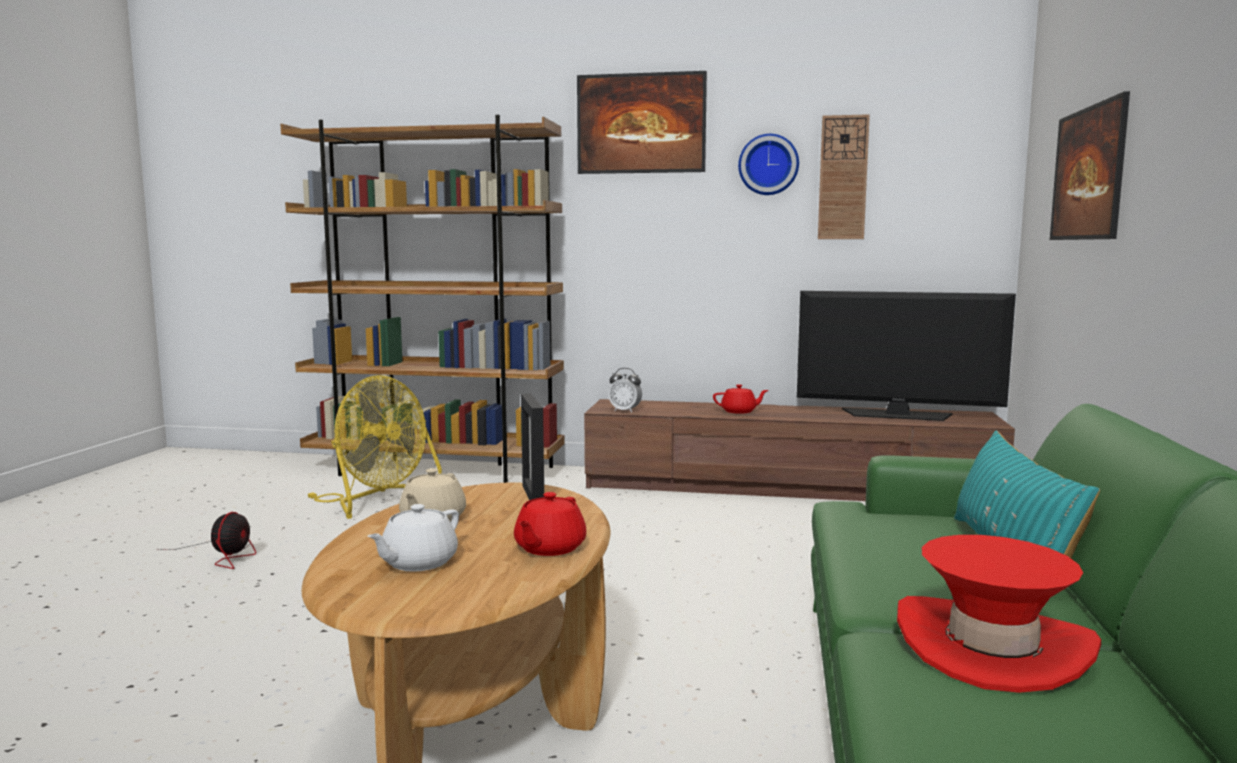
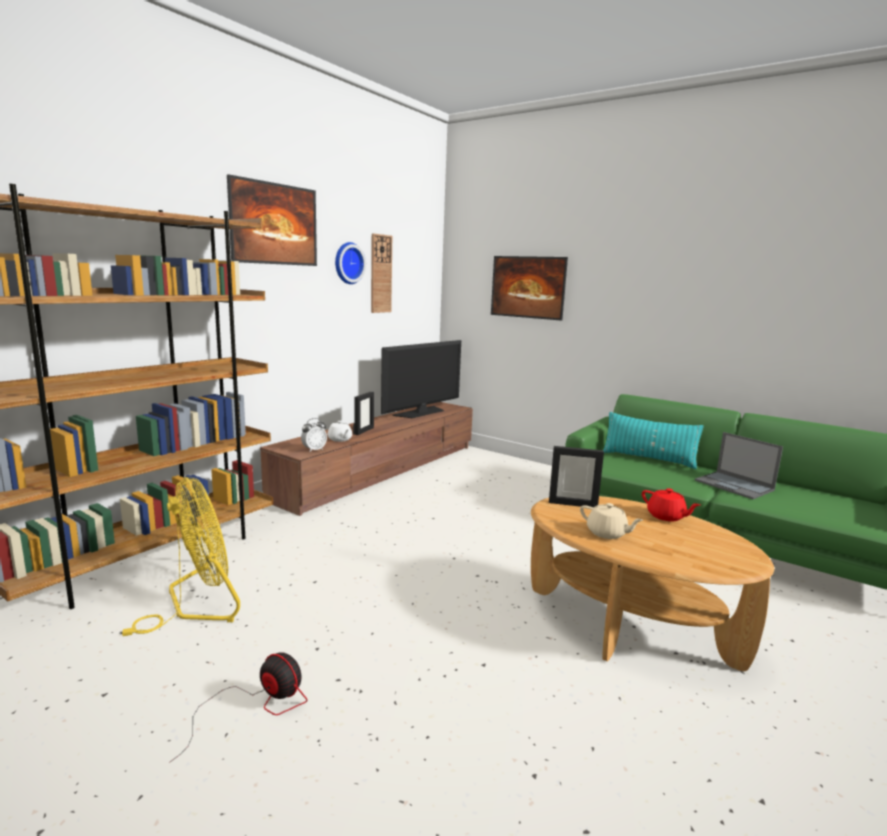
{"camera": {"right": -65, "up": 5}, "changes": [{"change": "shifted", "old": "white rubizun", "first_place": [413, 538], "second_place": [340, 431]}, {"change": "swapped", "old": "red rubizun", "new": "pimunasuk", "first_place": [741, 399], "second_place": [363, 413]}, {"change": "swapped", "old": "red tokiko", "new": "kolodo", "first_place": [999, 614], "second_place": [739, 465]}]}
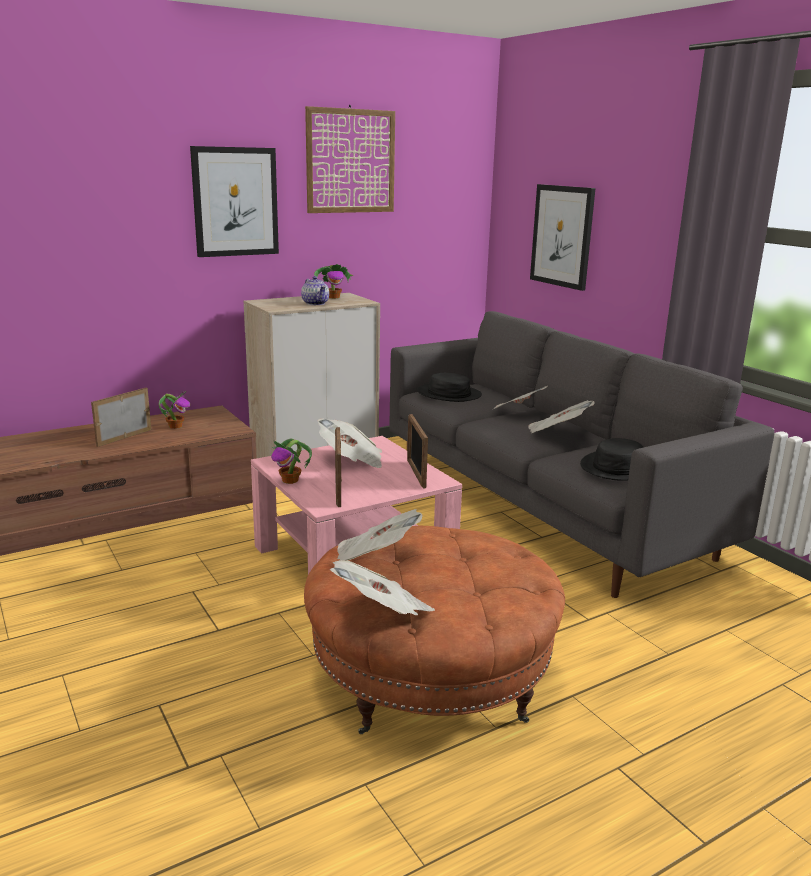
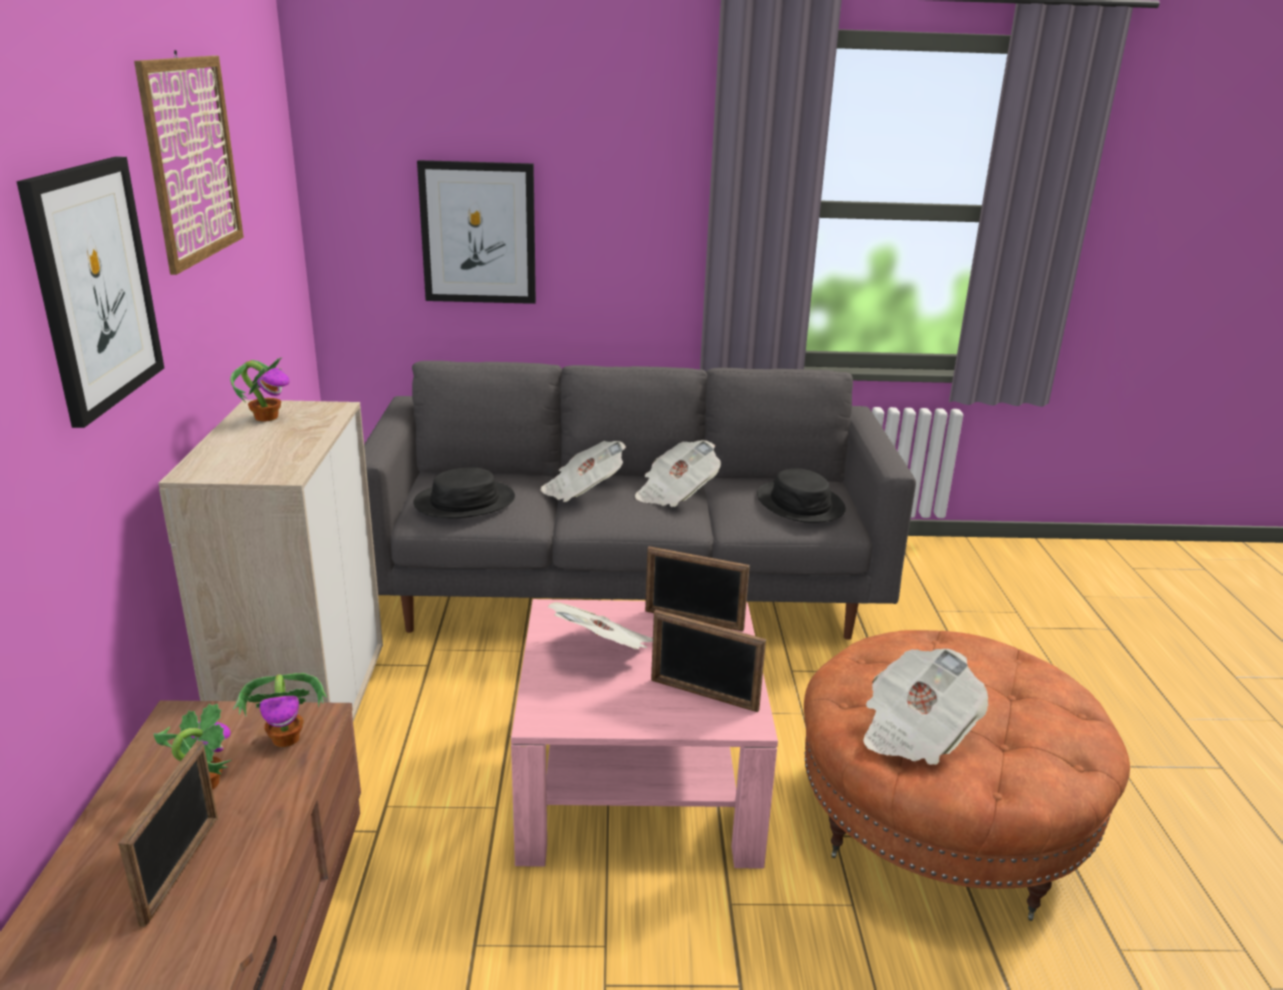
{"camera": {"right": -60, "up": 5}, "changes": [{"change": "rotated", "old": "pimunasuk", "first_place": [121, 417], "second_place": [168, 834], "degrees": -150}, {"change": "shifted", "old": "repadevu", "first_place": [291, 461], "second_place": [280, 710]}, {"change": "gone", "old": "rubizun", "first_place": [315, 290]}, {"change": "gone", "old": "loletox", "first_place": [382, 587]}]}
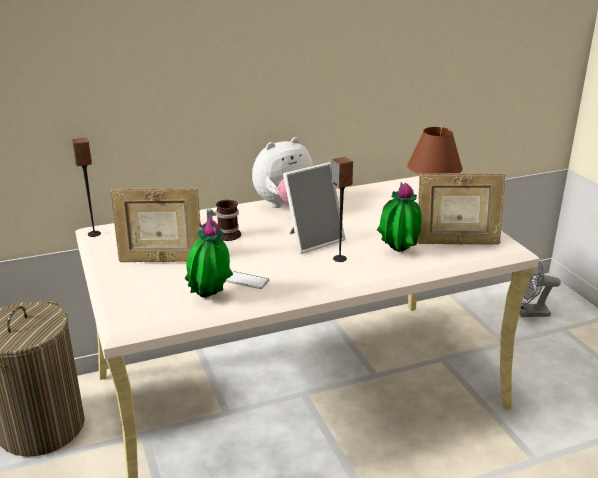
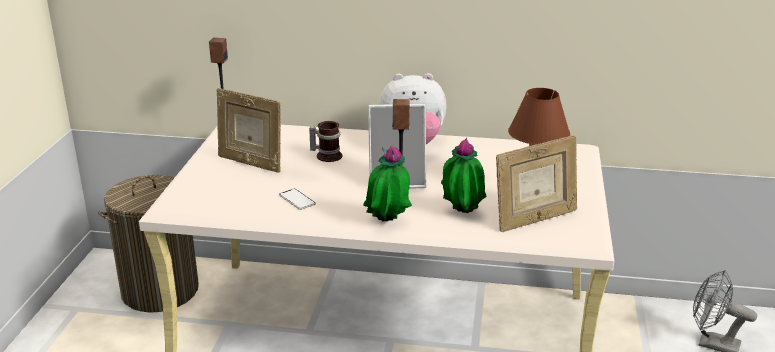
{"camera": {"right": 30, "up": 0}, "changes": [{"change": "shifted", "old": "repadevu", "first_place": [209, 258], "second_place": [387, 184]}, {"change": "rotated", "old": "pimunasuk", "first_place": [461, 209], "second_place": [536, 183], "degrees": -60}]}
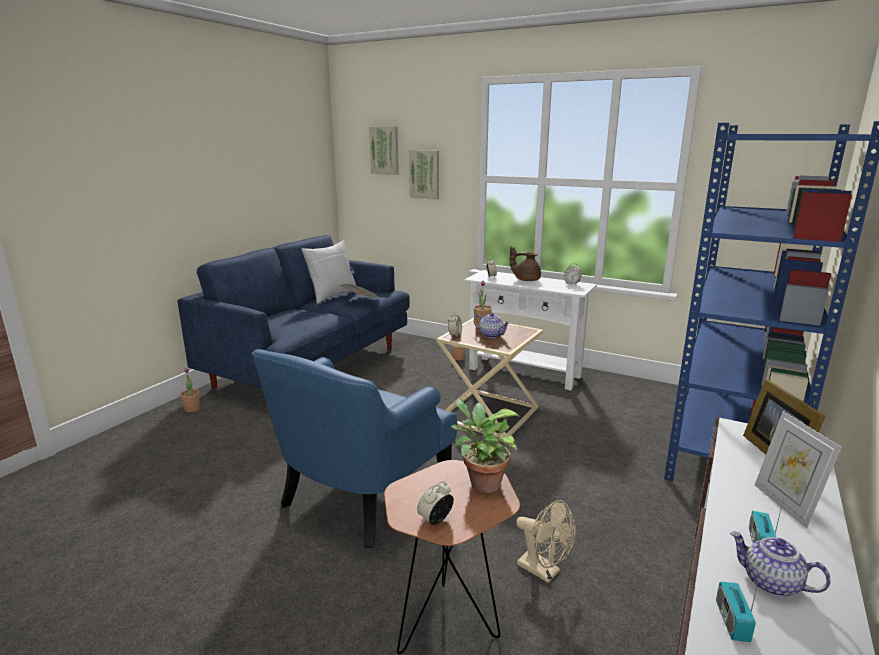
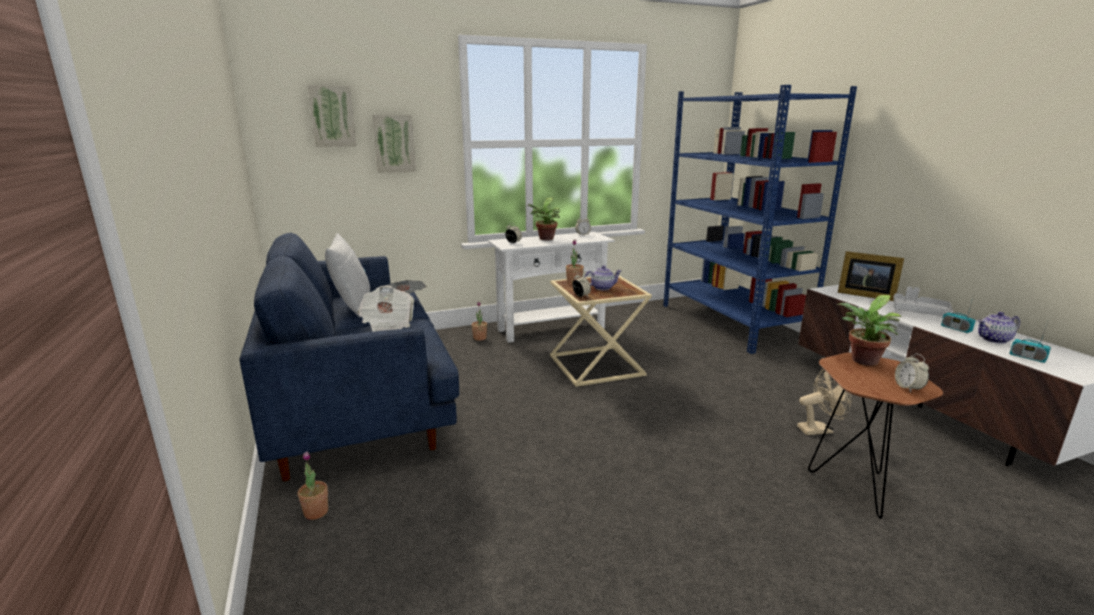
{"camera": {"right": -50, "up": 0}, "changes": [{"change": "new", "new": "loletox", "second_place": [386, 309]}, {"change": "swapped", "old": "brown rubizun", "new": "repadevu", "first_place": [525, 263], "second_place": [544, 219]}, {"change": "swapped", "old": "pimunasuk", "new": "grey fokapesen", "first_place": [798, 469], "second_place": [923, 301]}, {"change": "gone", "old": "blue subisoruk", "first_place": [354, 448]}]}
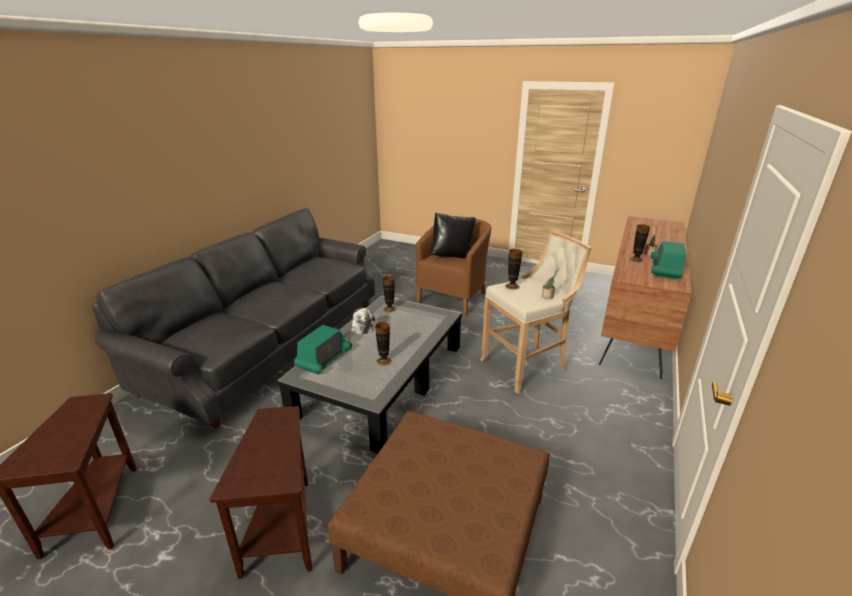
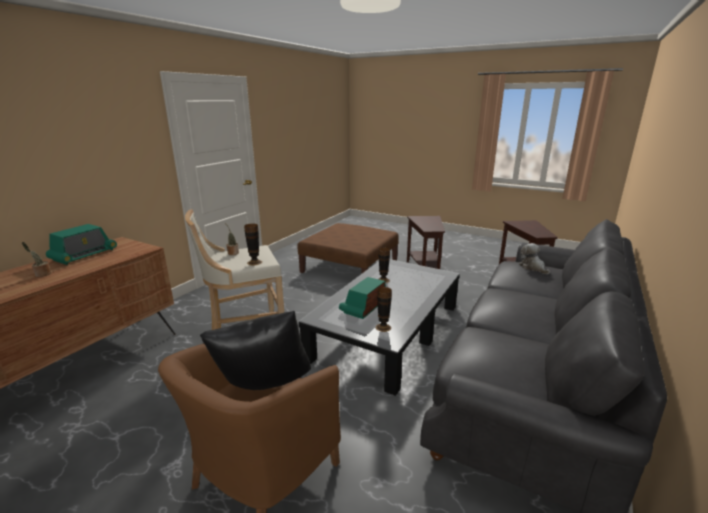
{"camera": {"right": -175, "up": -5}, "changes": [{"change": "shifted", "old": "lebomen", "first_place": [323, 350], "second_place": [362, 298]}, {"change": "shifted", "old": "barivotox", "first_place": [363, 321], "second_place": [534, 258]}, {"change": "gone", "old": "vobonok", "first_place": [639, 243]}]}
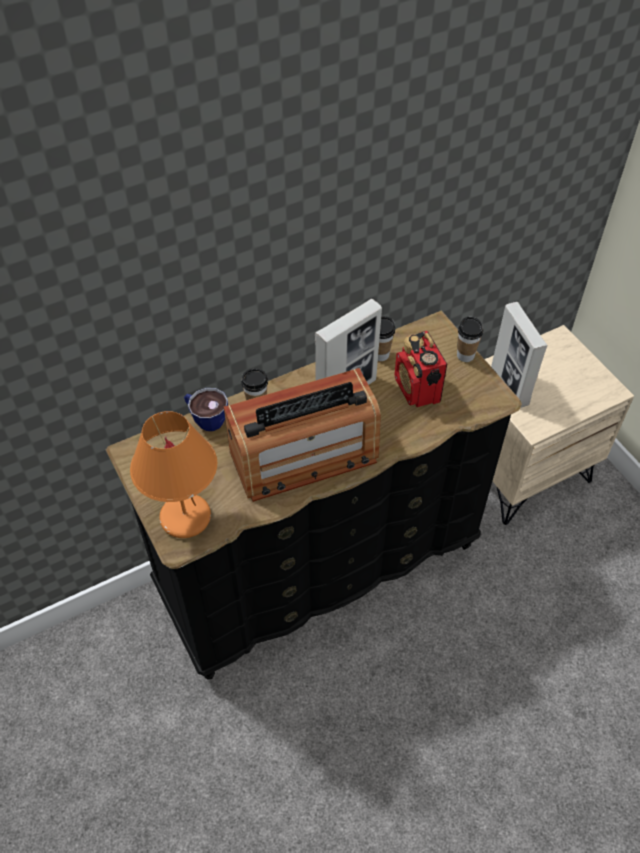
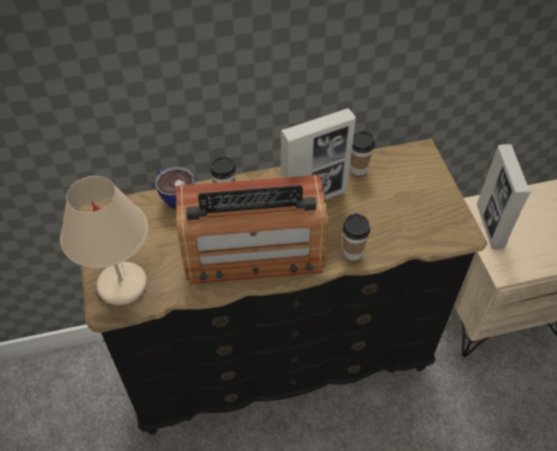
{"camera": {"right": 15, "up": 0}, "changes": [{"change": "repainted", "old": "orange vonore", "new": "beige vonore", "first_place": [173, 474], "second_place": [104, 240]}, {"change": "shifted", "old": "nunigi", "first_place": [470, 339], "second_place": [356, 236]}, {"change": "gone", "old": "lebomen", "first_place": [421, 369]}]}
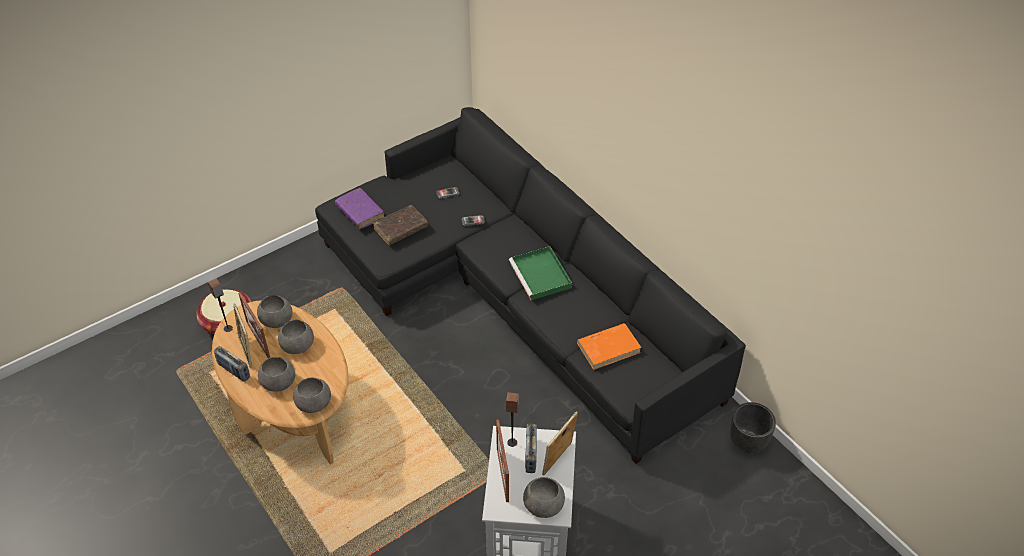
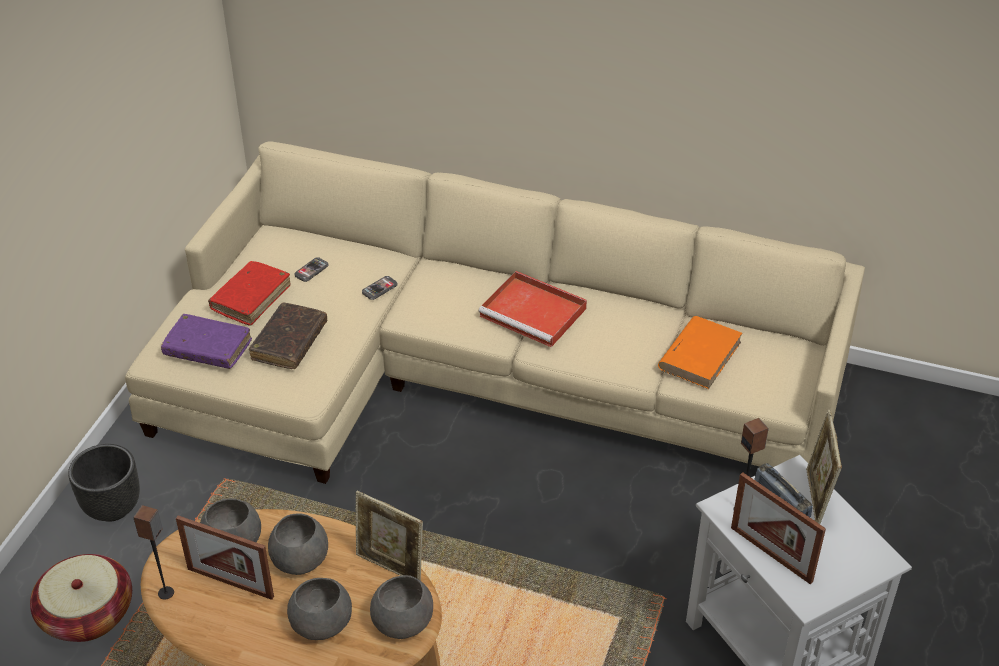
{"camera": {"right": -35, "up": -5}, "changes": [{"change": "shifted", "old": "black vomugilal", "first_place": [753, 427], "second_place": [104, 483]}, {"change": "repainted", "old": "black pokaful", "new": "beige pokaful", "first_place": [530, 285], "second_place": [495, 312]}, {"change": "new", "new": "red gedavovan", "second_place": [249, 293]}, {"change": "shifted", "old": "pimunasuk", "first_place": [242, 335], "second_place": [389, 535]}, {"change": "repainted", "old": "green fokapesen", "new": "red fokapesen", "first_place": [540, 273], "second_place": [532, 309]}, {"change": "gone", "old": "lebomen", "first_place": [232, 364]}, {"change": "gone", "old": "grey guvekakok", "first_place": [544, 497]}]}
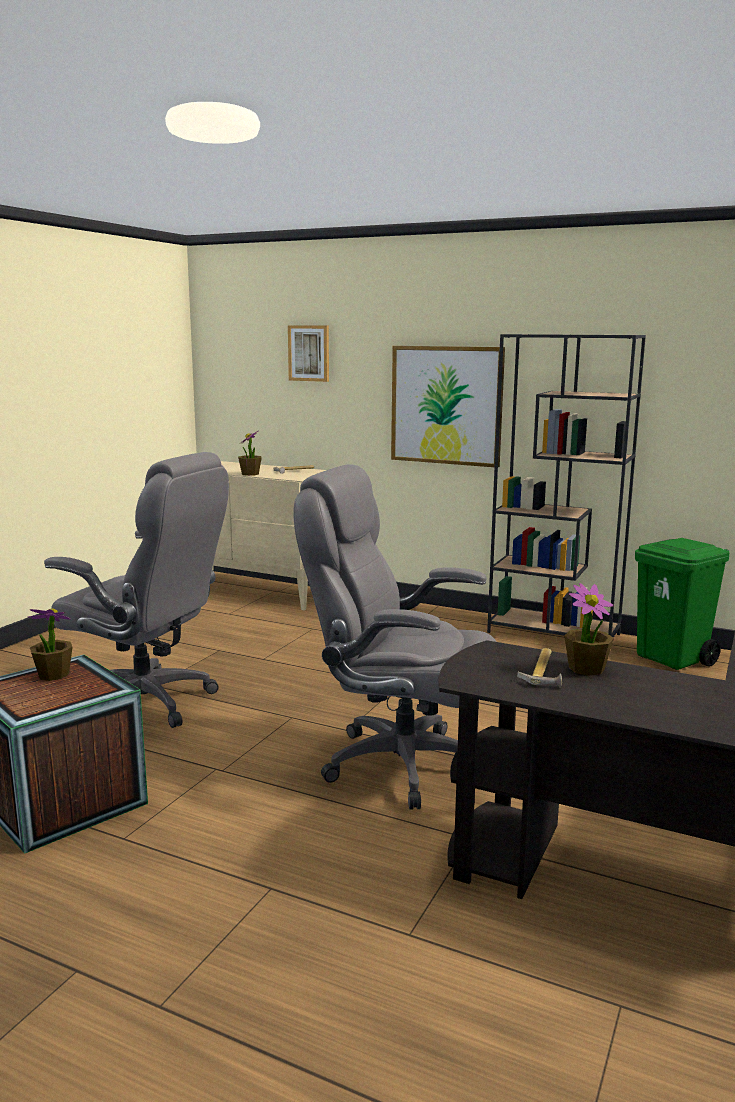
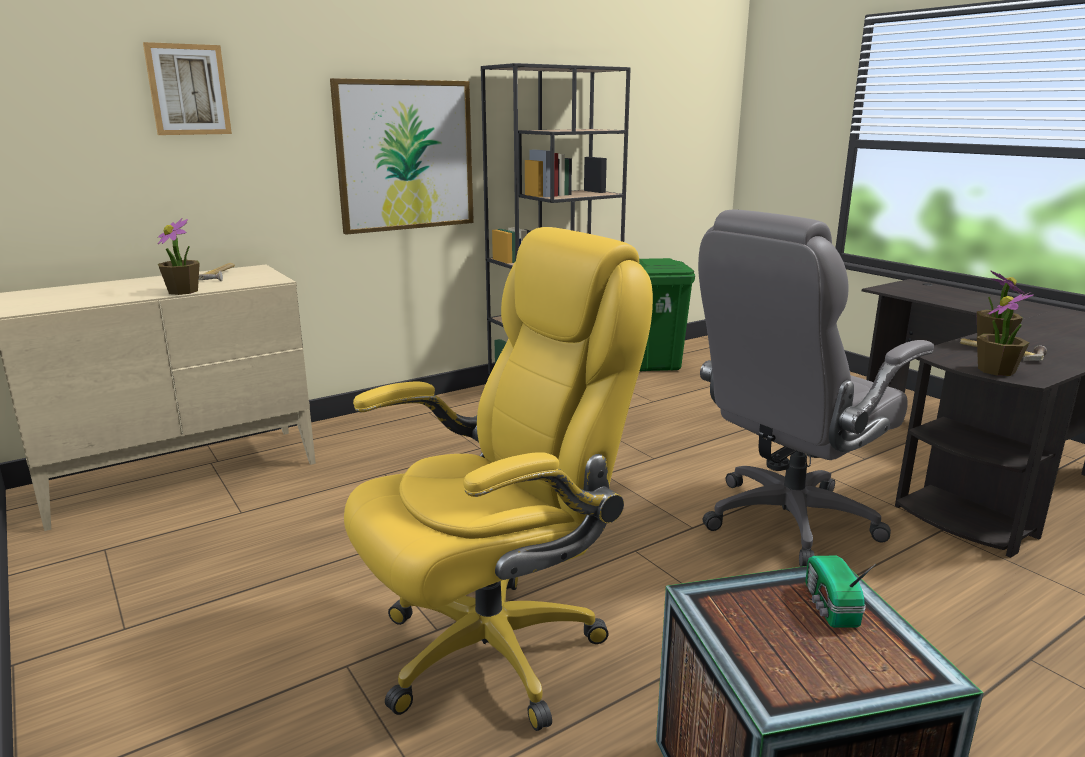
{"camera": {"right": -60, "up": 5}, "changes": [{"change": "repainted", "old": "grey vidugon", "new": "yellow vidugon", "first_place": [136, 590], "second_place": [498, 479]}, {"change": "new", "new": "lebomen", "second_place": [840, 592]}, {"change": "shifted", "old": "repadevu", "first_place": [50, 644], "second_place": [1005, 334]}]}
